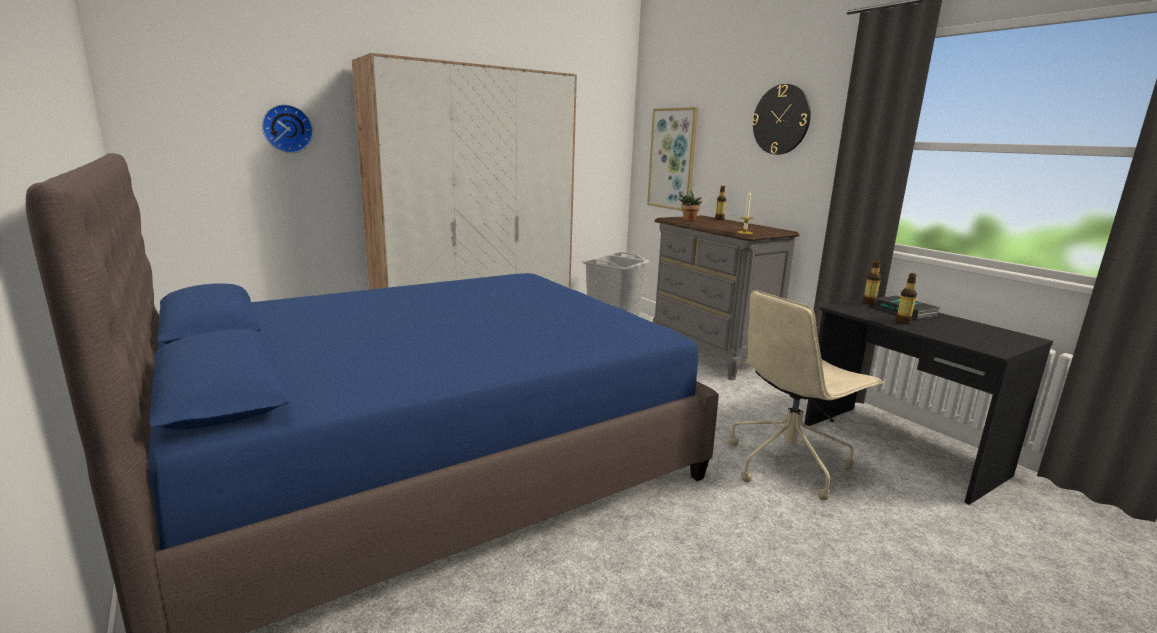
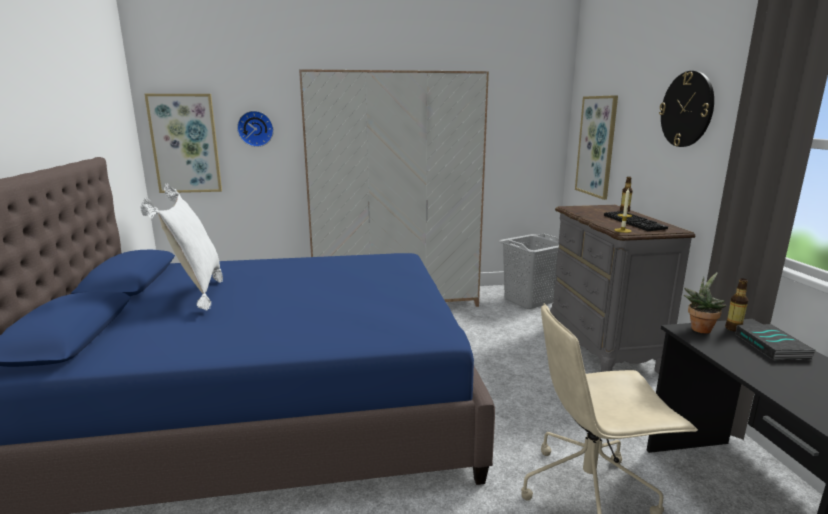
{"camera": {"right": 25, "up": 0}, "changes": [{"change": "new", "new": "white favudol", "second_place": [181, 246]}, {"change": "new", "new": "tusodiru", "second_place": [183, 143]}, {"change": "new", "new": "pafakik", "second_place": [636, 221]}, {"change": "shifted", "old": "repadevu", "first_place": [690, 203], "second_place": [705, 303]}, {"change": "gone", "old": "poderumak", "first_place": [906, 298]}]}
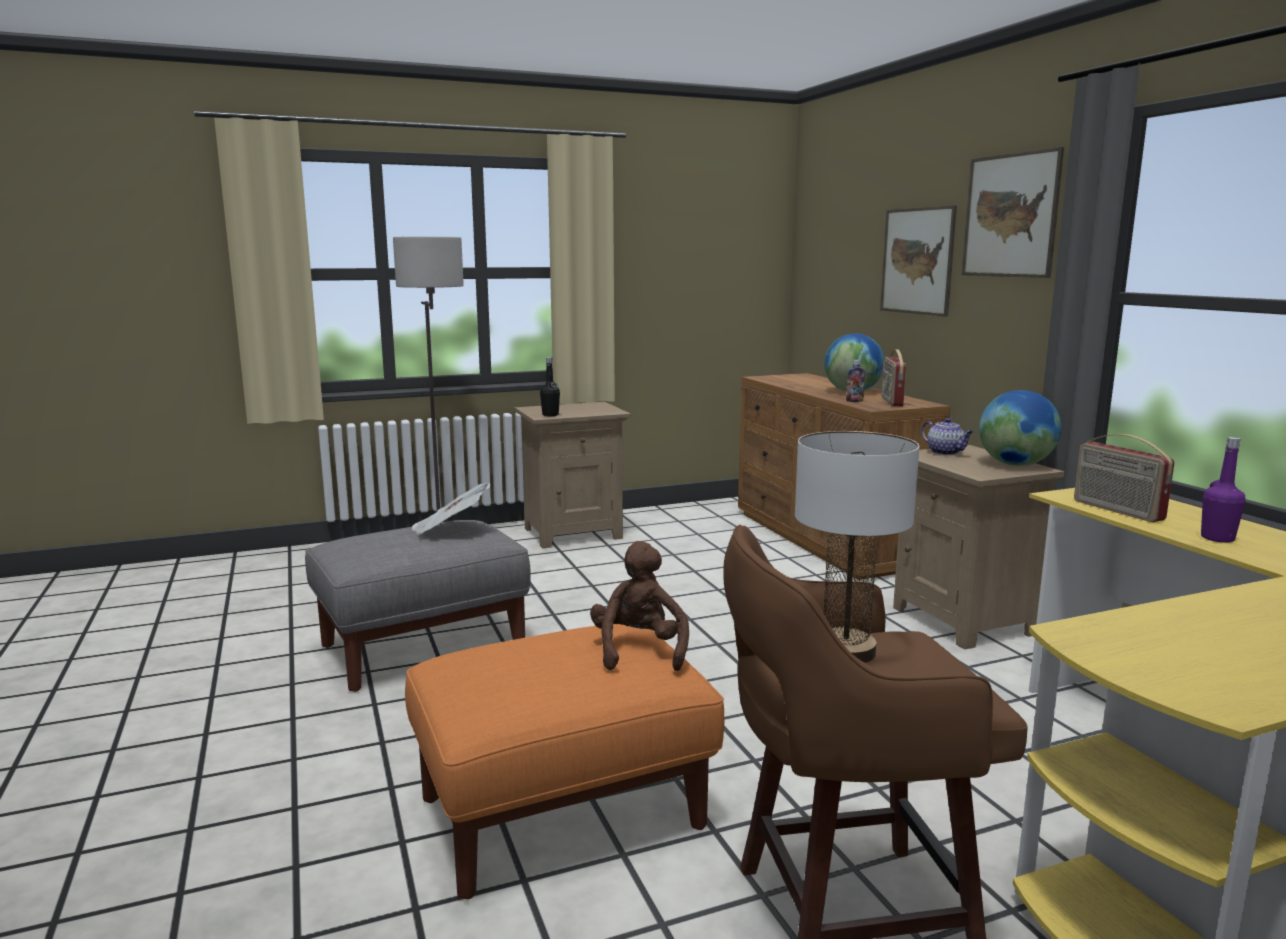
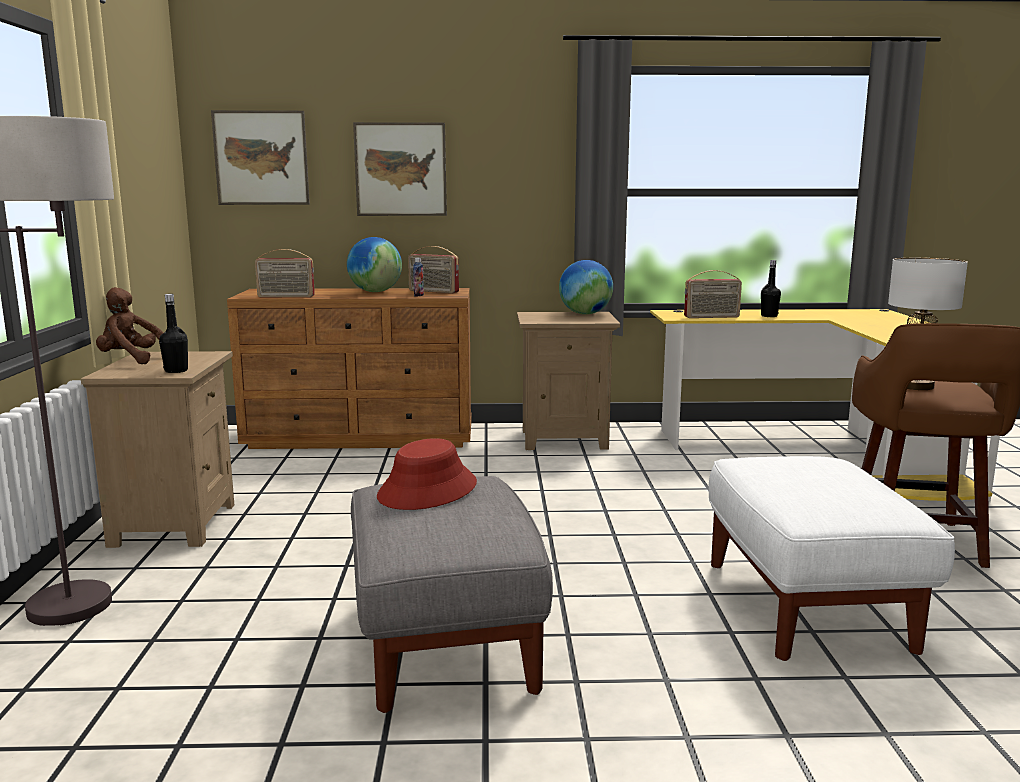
{"camera": {"right": -70, "up": 0}, "changes": [{"change": "shifted", "old": "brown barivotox", "first_place": [639, 606], "second_place": [130, 325]}, {"change": "shifted", "old": "tusodiru", "first_place": [1013, 212], "second_place": [260, 157]}, {"change": "new", "new": "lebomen", "second_place": [285, 273]}, {"change": "swapped", "old": "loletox", "new": "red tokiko", "first_place": [451, 509], "second_place": [427, 474]}, {"change": "repainted", "old": "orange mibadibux", "new": "white mibadibux", "first_place": [564, 761], "second_place": [831, 558]}, {"change": "repainted", "old": "purple poderumak", "new": "black poderumak", "first_place": [1223, 490], "second_place": [771, 288]}, {"change": "gone", "old": "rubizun", "first_place": [947, 436]}]}
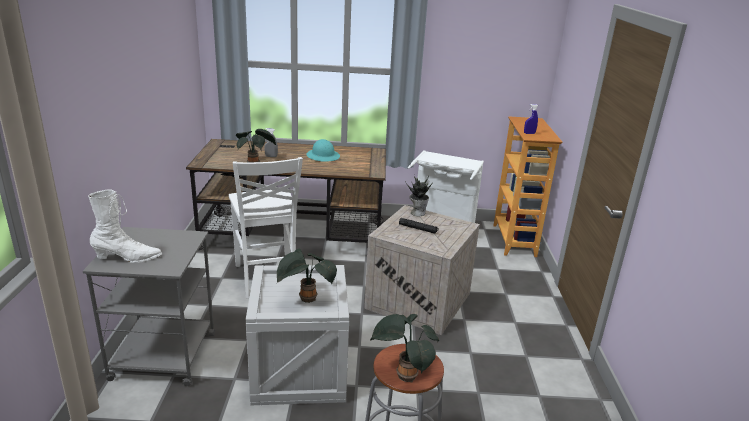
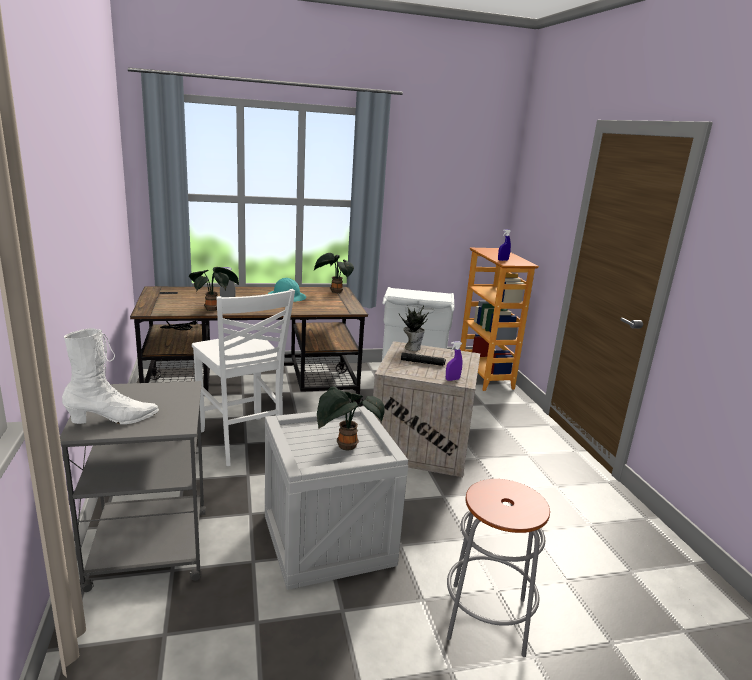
{"camera": {"right": -15, "up": -5}, "changes": [{"change": "shifted", "old": "repadevu", "first_place": [404, 348], "second_place": [334, 273]}, {"change": "new", "new": "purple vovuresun", "second_place": [454, 361]}]}
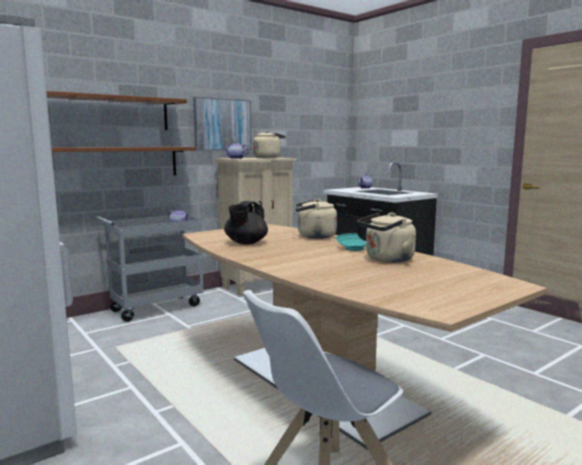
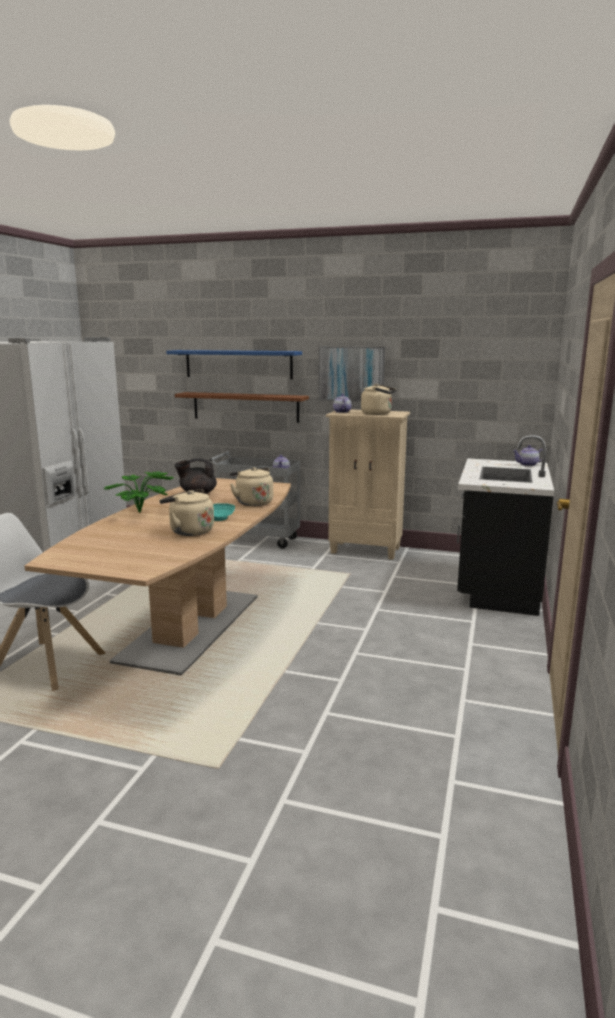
{"camera": {"right": 55, "up": 5}, "changes": [{"change": "new", "new": "repadevu", "second_place": [138, 492]}, {"change": "repainted", "old": "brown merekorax", "new": "blue merekorax", "first_place": [116, 110], "second_place": [234, 364]}]}
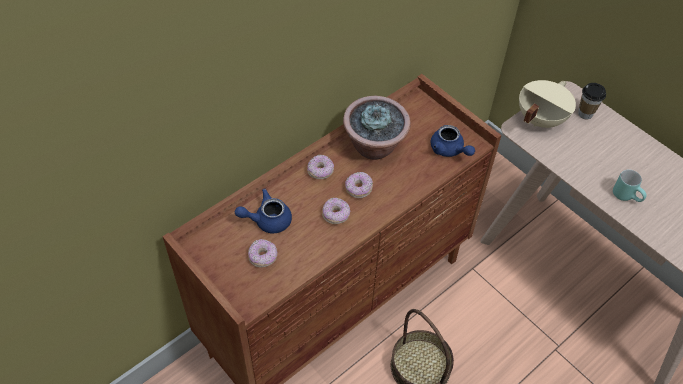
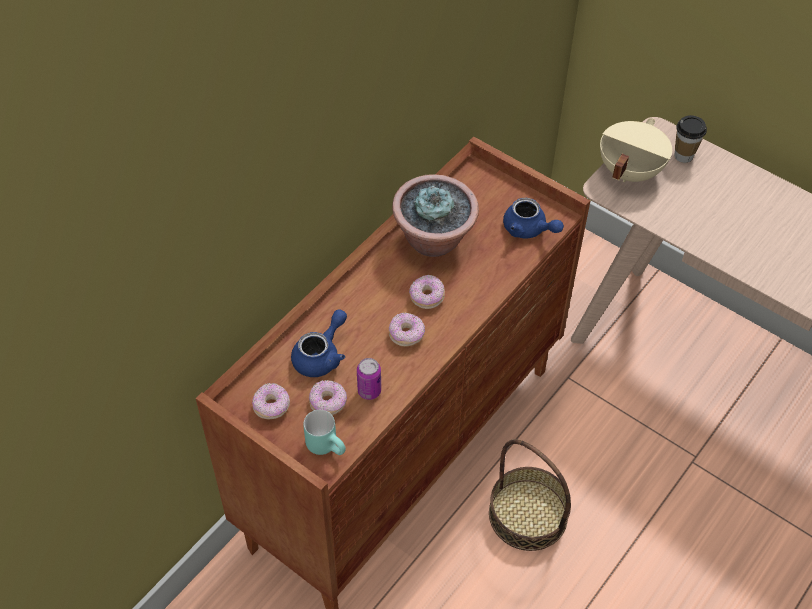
{"camera": {"right": -10, "up": 0}, "changes": [{"change": "shifted", "old": "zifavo", "first_place": [320, 166], "second_place": [271, 401]}, {"change": "rotated", "old": "blue rubizun", "first_place": [263, 211], "second_place": [319, 343], "degrees": 150}, {"change": "shifted", "old": "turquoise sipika", "first_place": [630, 186], "second_place": [324, 432]}, {"change": "new", "new": "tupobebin", "second_place": [369, 379]}]}
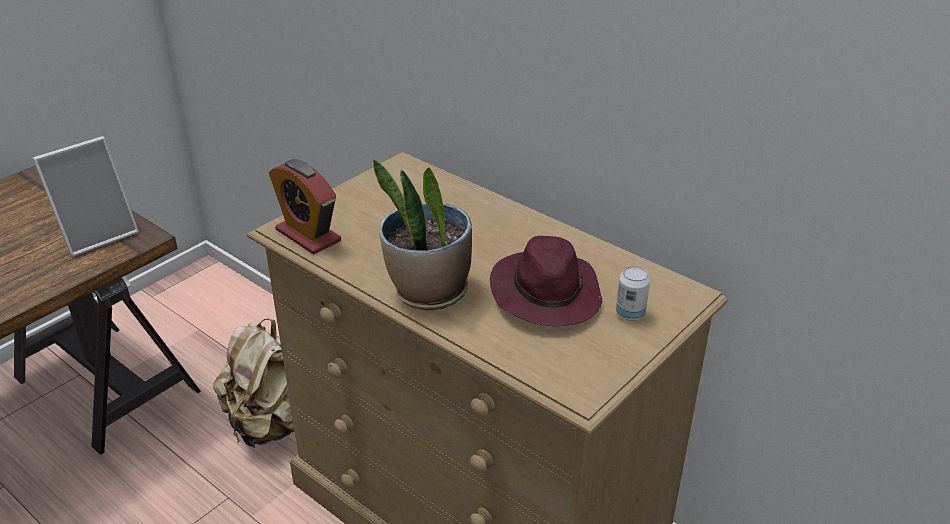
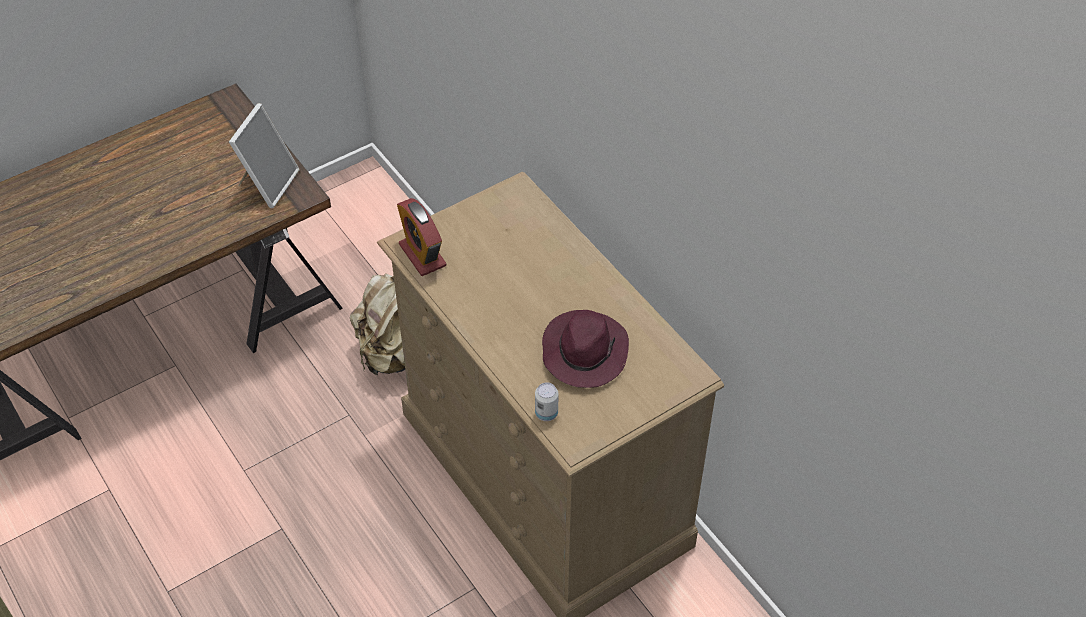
{"camera": {"right": 15, "up": 15}, "changes": [{"change": "rotated", "old": "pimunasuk", "first_place": [85, 196], "second_place": [264, 155], "degrees": -45}, {"change": "shifted", "old": "tupobebin", "first_place": [633, 293], "second_place": [546, 401]}, {"change": "gone", "old": "repadevu", "first_place": [422, 234]}]}
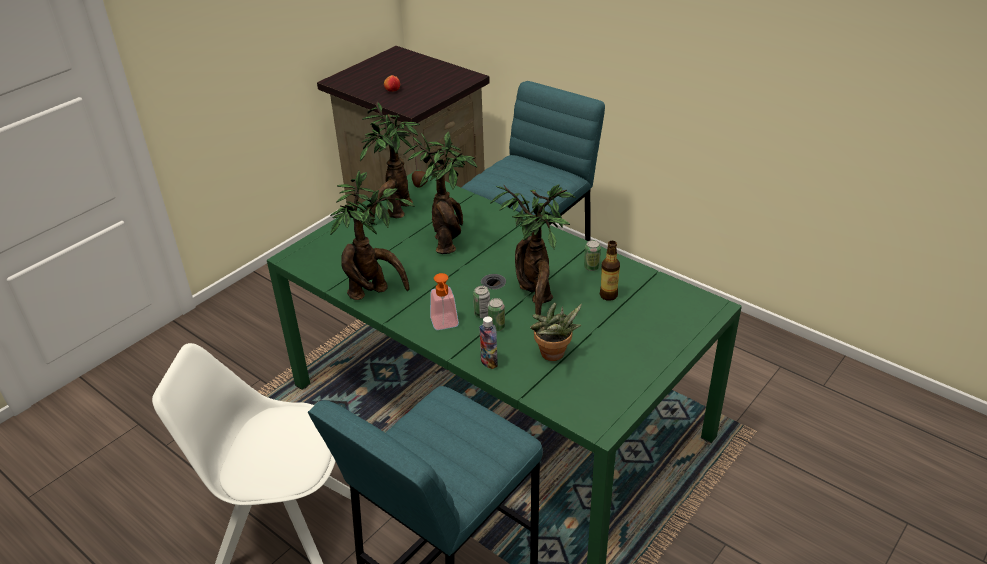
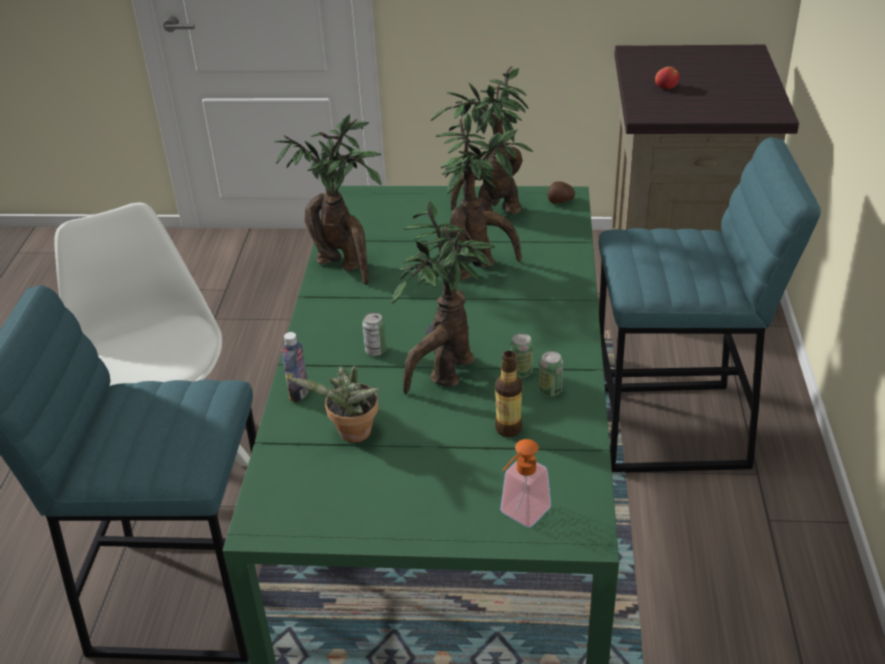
{"camera": {"right": 55, "up": 0}, "changes": [{"change": "shifted", "old": "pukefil", "first_place": [444, 301], "second_place": [525, 483]}, {"change": "shifted", "old": "tupobebin", "first_place": [496, 314], "second_place": [521, 355]}]}
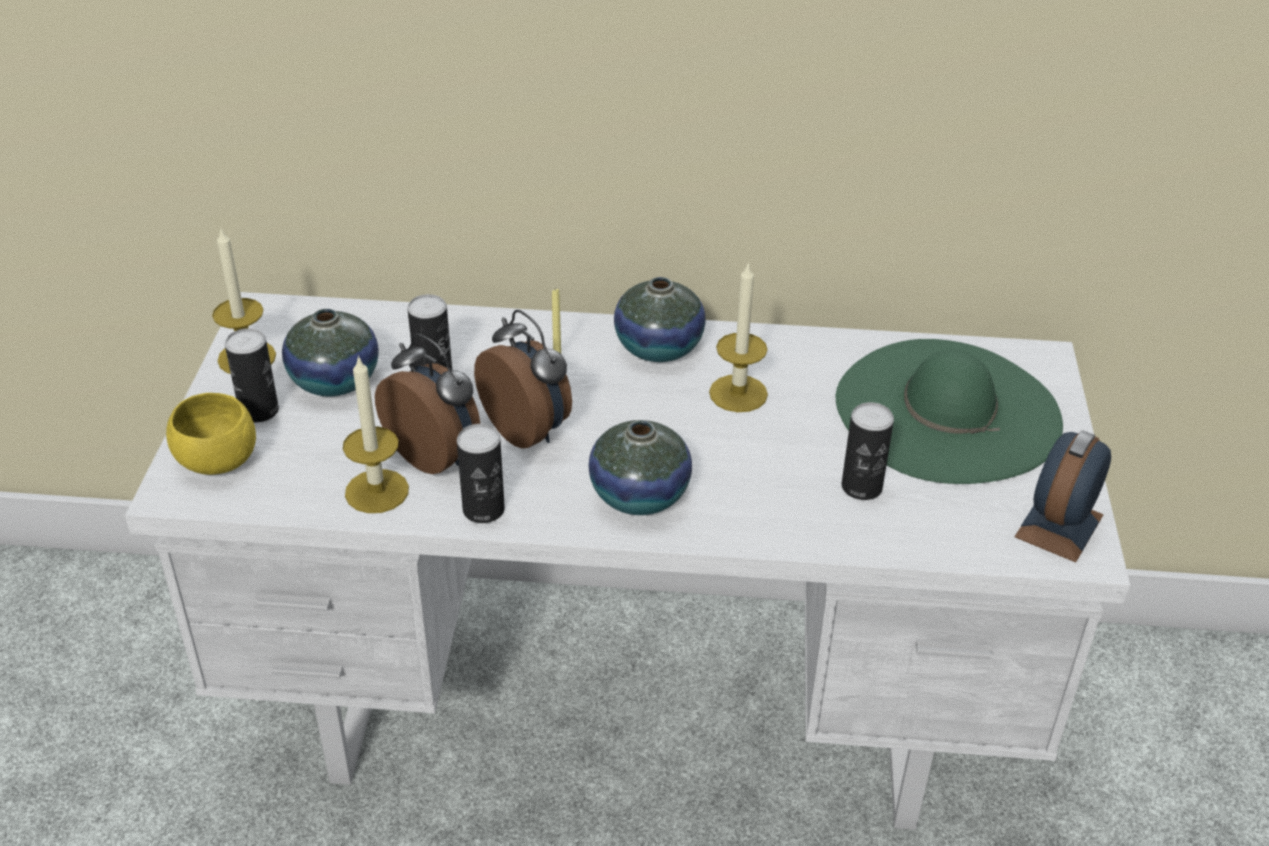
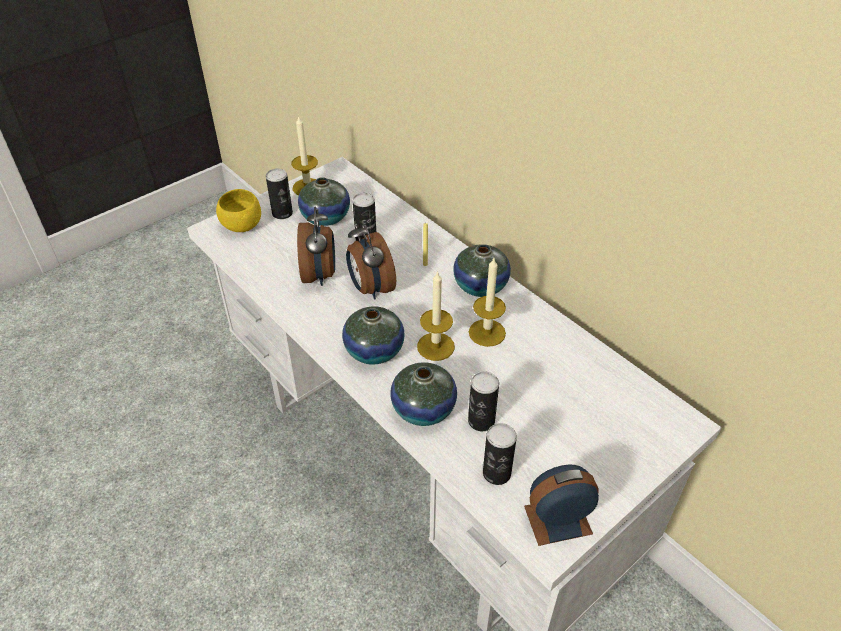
{"camera": {"right": 45, "up": 5}, "changes": [{"change": "rotated", "old": "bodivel", "first_place": [523, 379], "second_place": [371, 260], "degrees": 150}, {"change": "new", "new": "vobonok", "second_place": [423, 394]}, {"change": "shifted", "old": "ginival", "first_place": [376, 434], "second_place": [436, 316]}, {"change": "shifted", "old": "tupobebin", "first_place": [481, 473], "second_place": [500, 454]}, {"change": "gone", "old": "green tokiko", "first_place": [949, 411]}]}
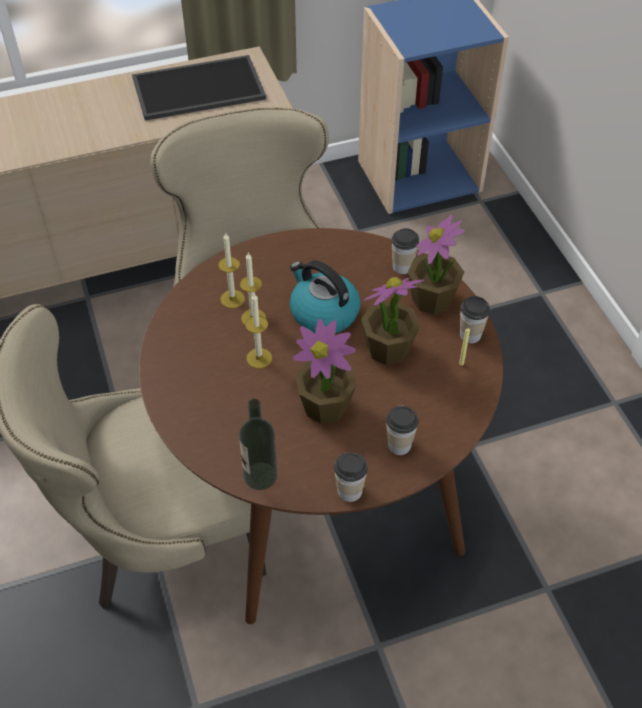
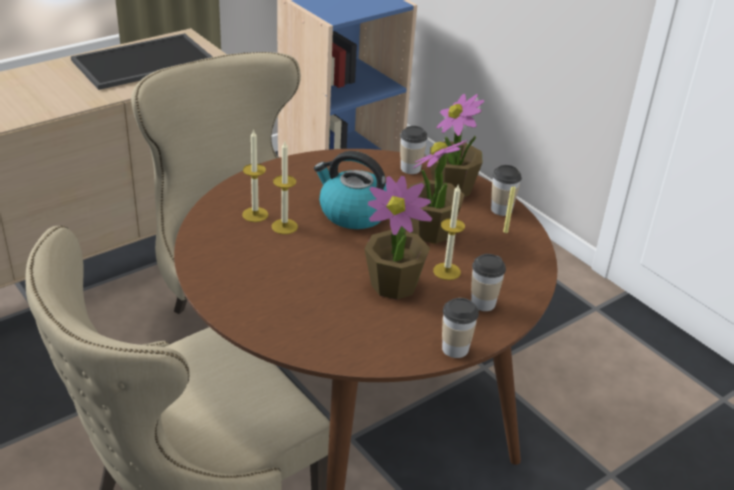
{"camera": {"right": -20, "up": -15}, "changes": [{"change": "shifted", "old": "ginival", "first_place": [258, 331], "second_place": [449, 231]}, {"change": "gone", "old": "poderumak", "first_place": [258, 444]}]}
